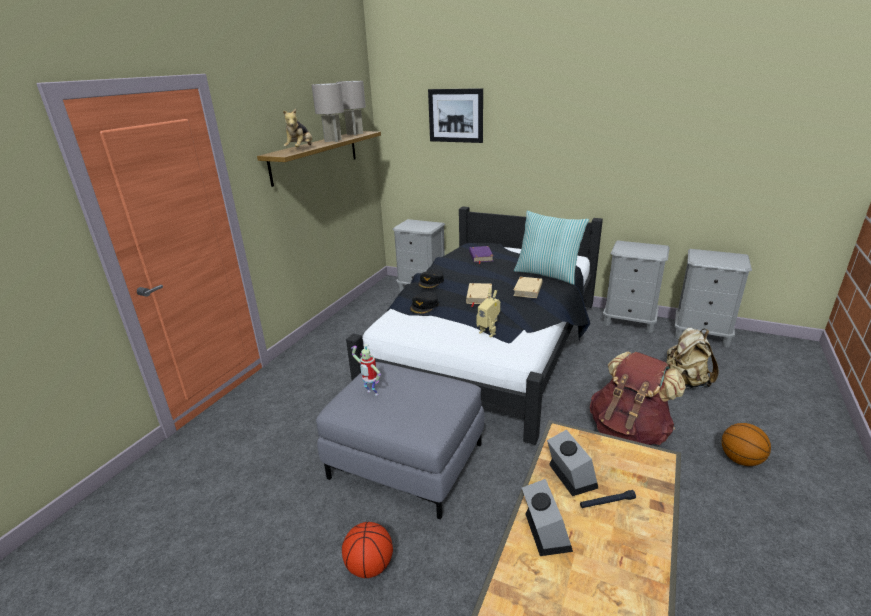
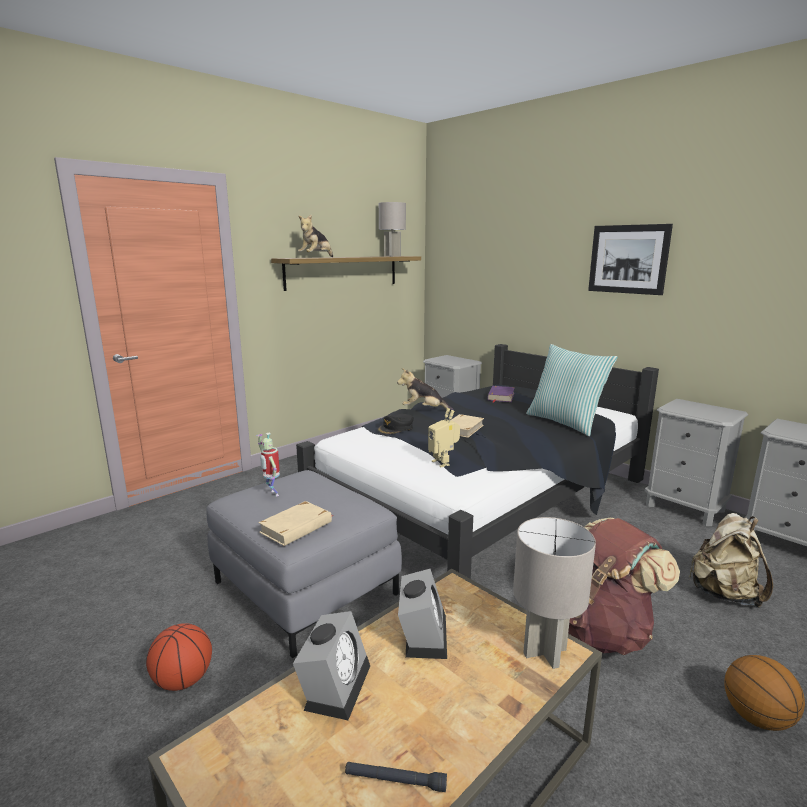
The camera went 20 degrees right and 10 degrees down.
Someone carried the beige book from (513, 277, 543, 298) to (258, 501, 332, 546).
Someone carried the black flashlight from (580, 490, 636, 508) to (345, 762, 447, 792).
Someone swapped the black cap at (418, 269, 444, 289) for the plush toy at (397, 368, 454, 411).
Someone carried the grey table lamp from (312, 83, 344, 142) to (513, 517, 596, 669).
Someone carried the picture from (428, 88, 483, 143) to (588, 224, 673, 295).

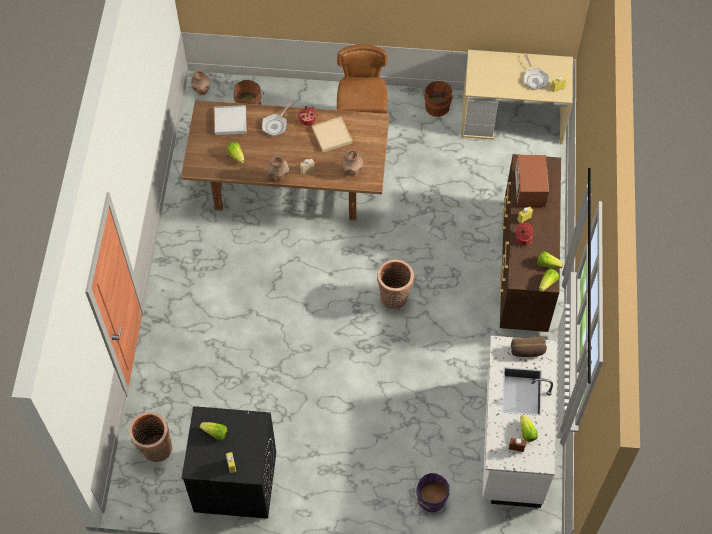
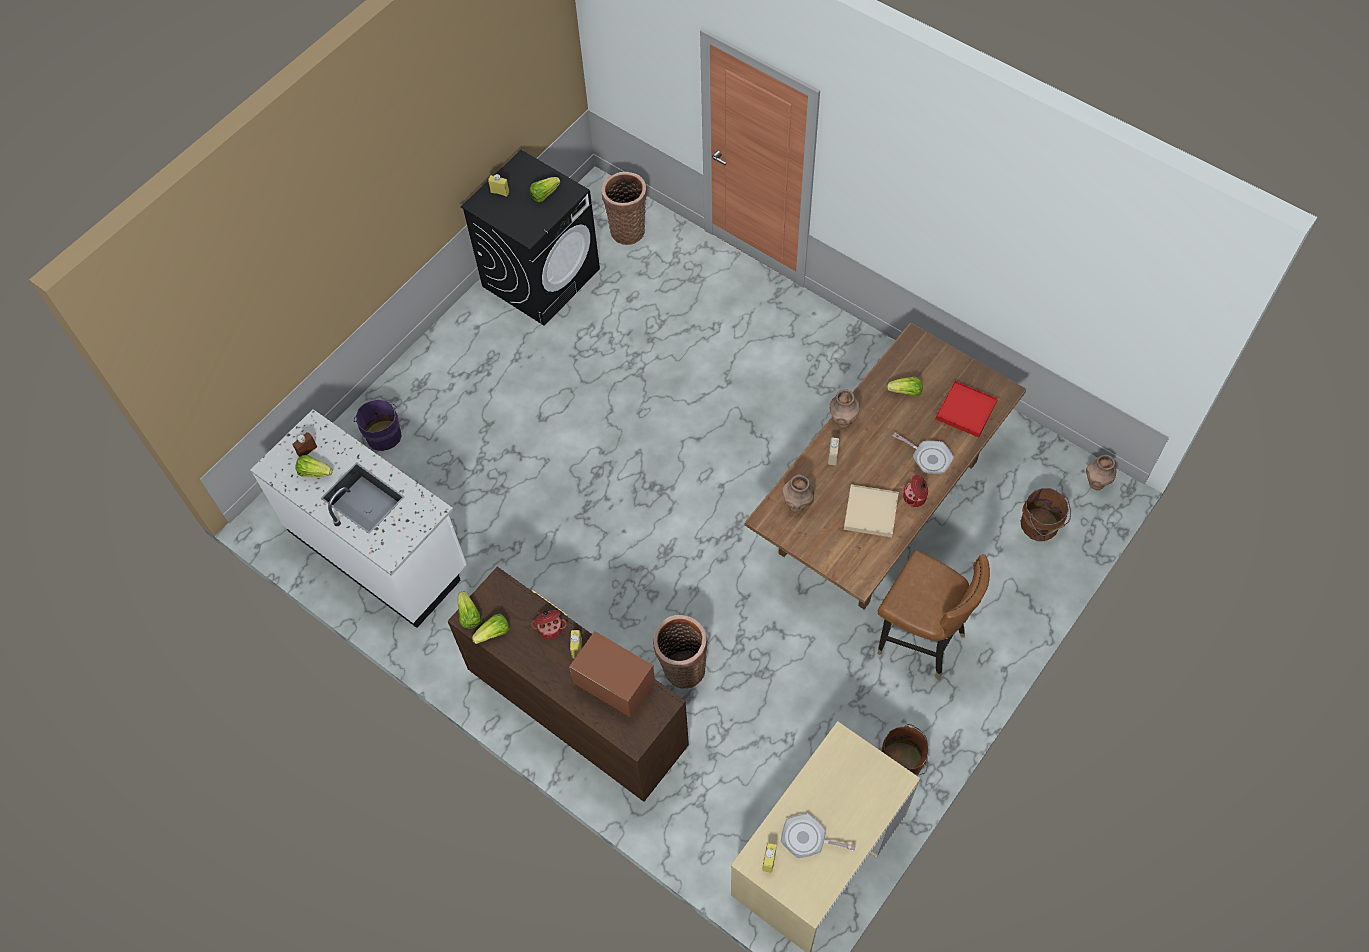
The camera went 125 degrees right and 0 degrees up.
Someone carried the basket from (377, 259, 414, 309) to (653, 615, 707, 689).
Someone rotated the frying pan at (262, 102, 292, 136) by 150 degrees clockwise.
Someone repainted the white tray at (214, 105, 247, 135), which became the red tray at (936, 381, 998, 438).
Someone took away the bread at (511, 337, 547, 357).

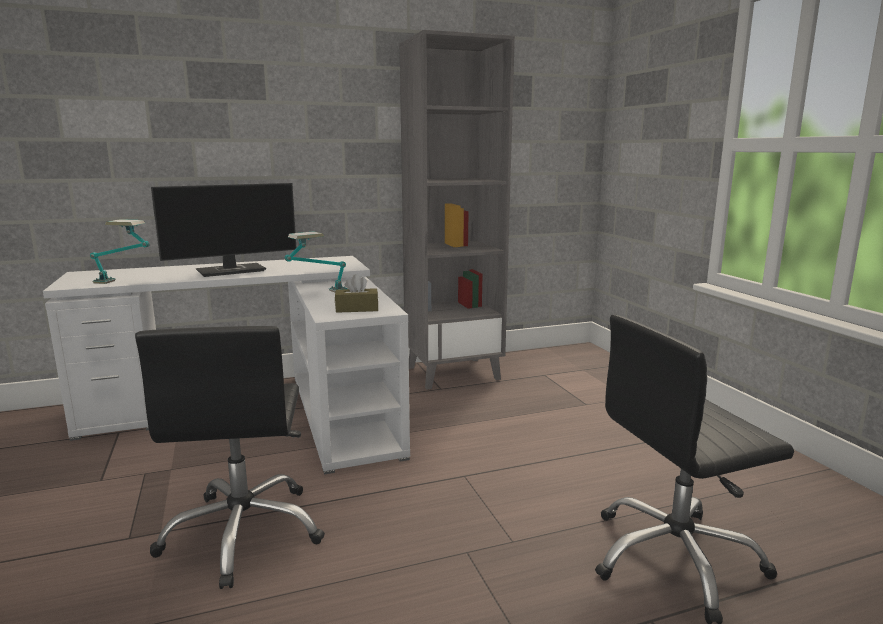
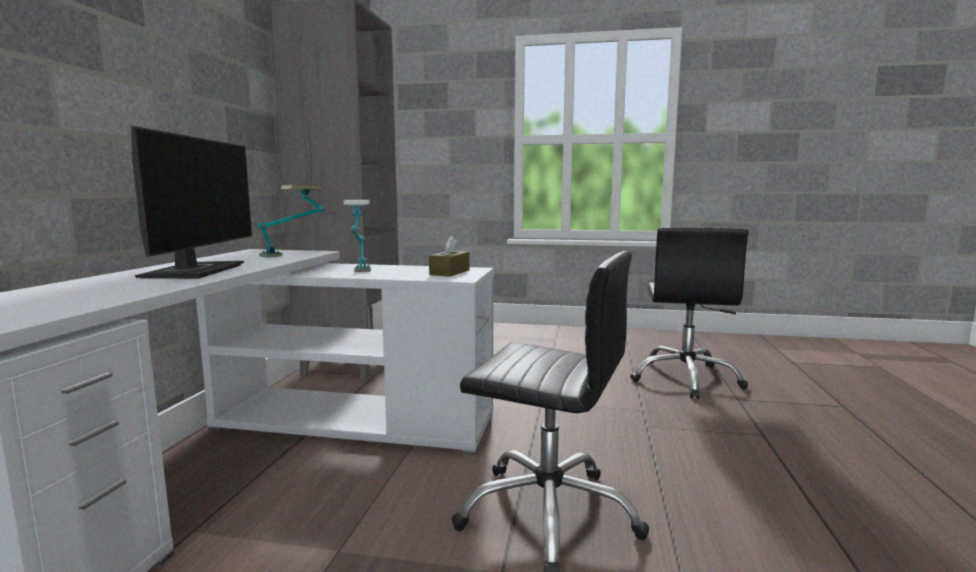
The camera went 60 degrees left and 5 degrees down.
Someone carried the table lamp from (90, 219, 150, 284) to (258, 185, 325, 258).

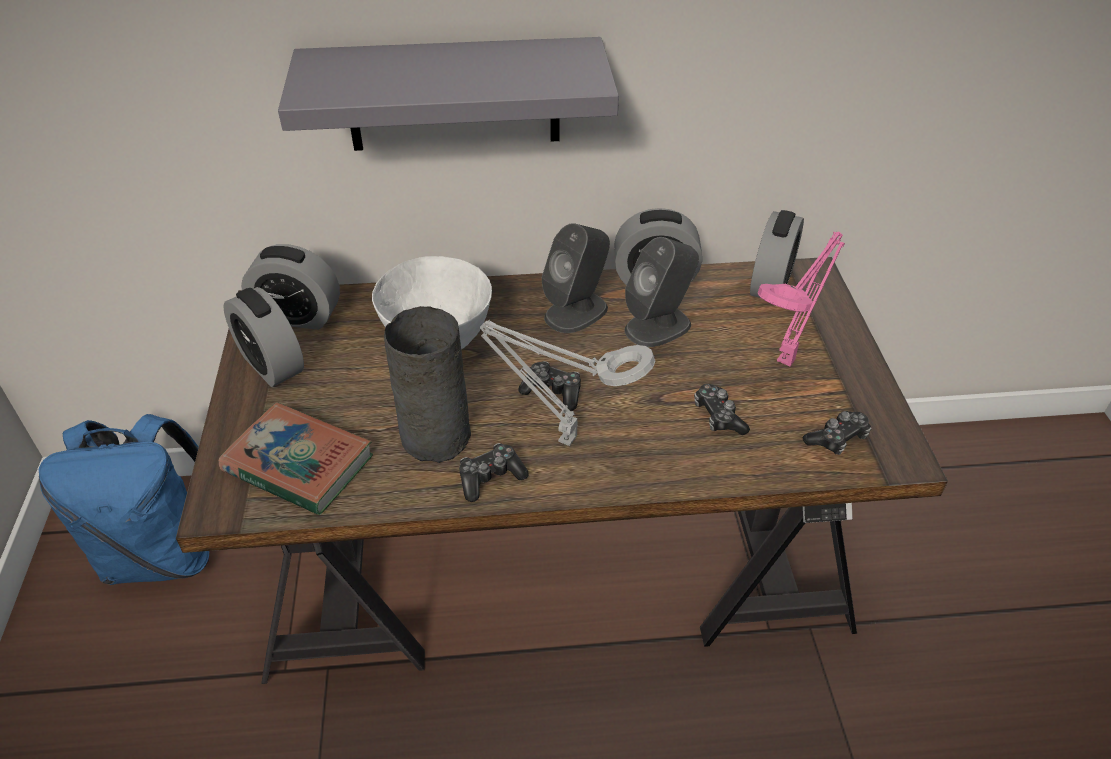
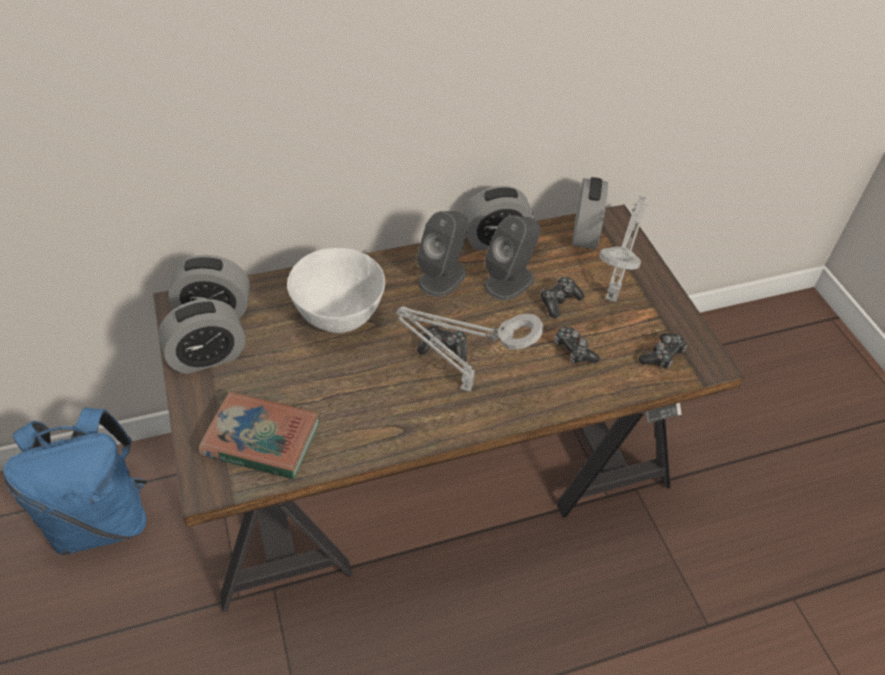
The camera went 15 degrees left and 5 degrees up.
Someone rotated the alarm clock at (223, 287, 304, 387) by 60 degrees counterclockwise.
Someone carried the game controller from (459, 443, 529, 502) to (541, 277, 585, 318).
Someone repainted the pink table lamp at (757, 232, 845, 366), which became the grey table lamp at (599, 196, 647, 302).
Someone took away the grey shelf at (278, 37, 619, 151).
Someone took away the grey vase at (384, 306, 471, 463).

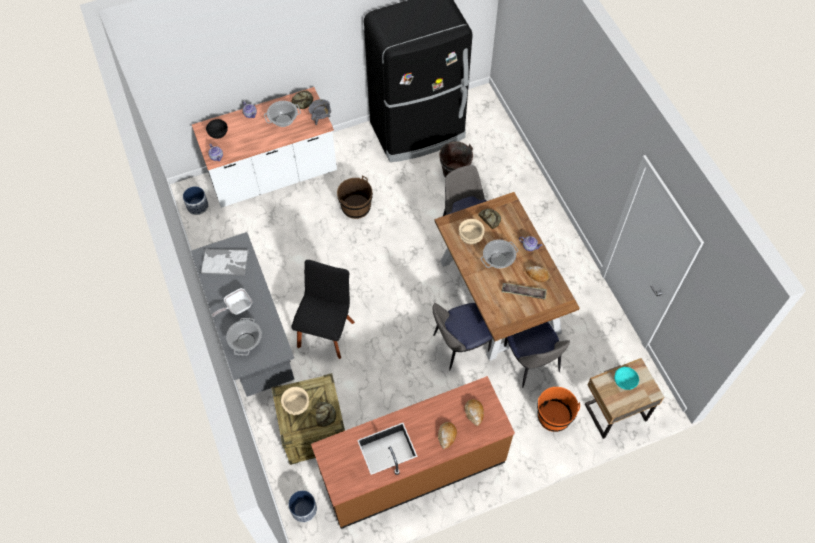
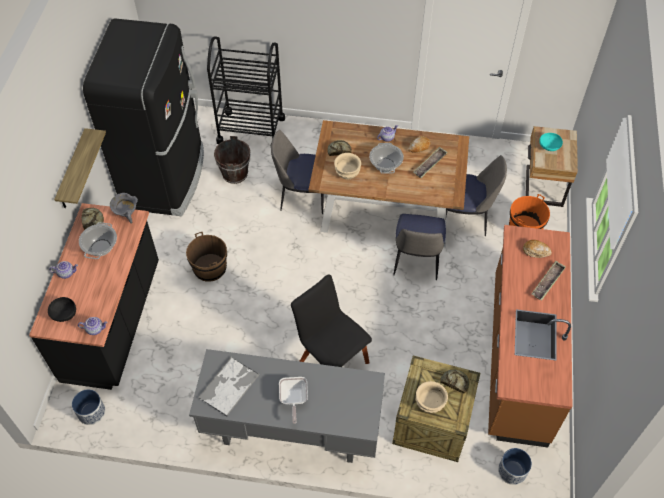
The camera went 60 degrees left and 5 degrees down.
Someone repainted the white counter at (192, 87, 337, 208), which became the black counter at (29, 203, 159, 390).
Someone put up the shelf at (54, 128, 106, 208).
Someone put down the black cart at (207, 36, 285, 144).
Someone swapped the bread at (438, 422, 457, 449) for the tray at (532, 261, 566, 301).
Someone took away the cooking pot at (226, 318, 262, 356).

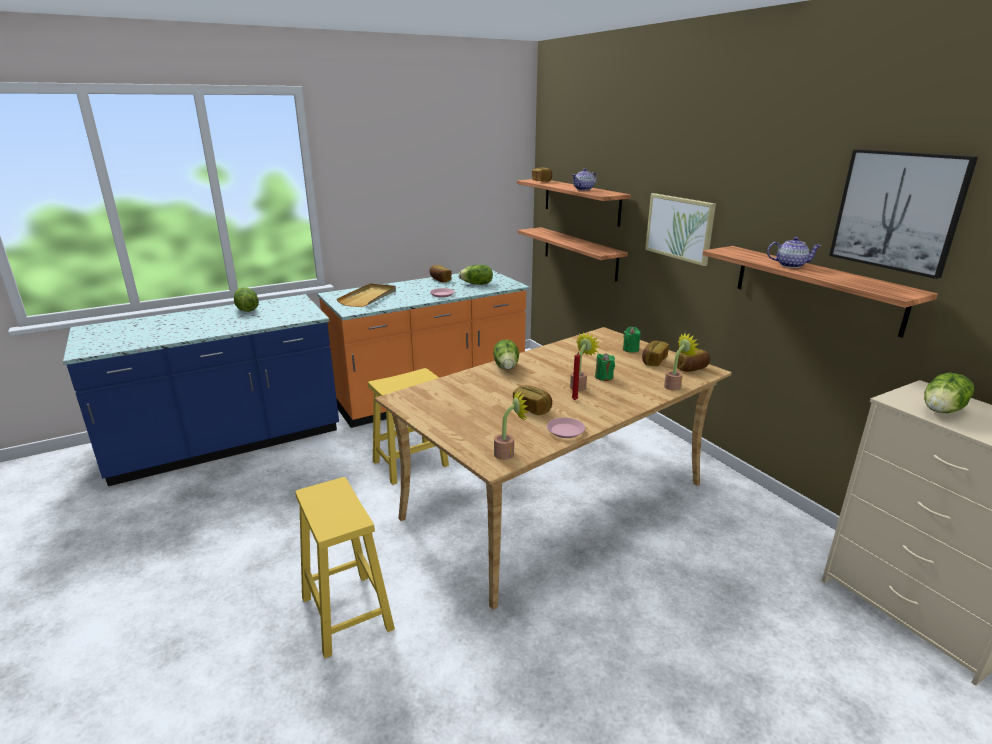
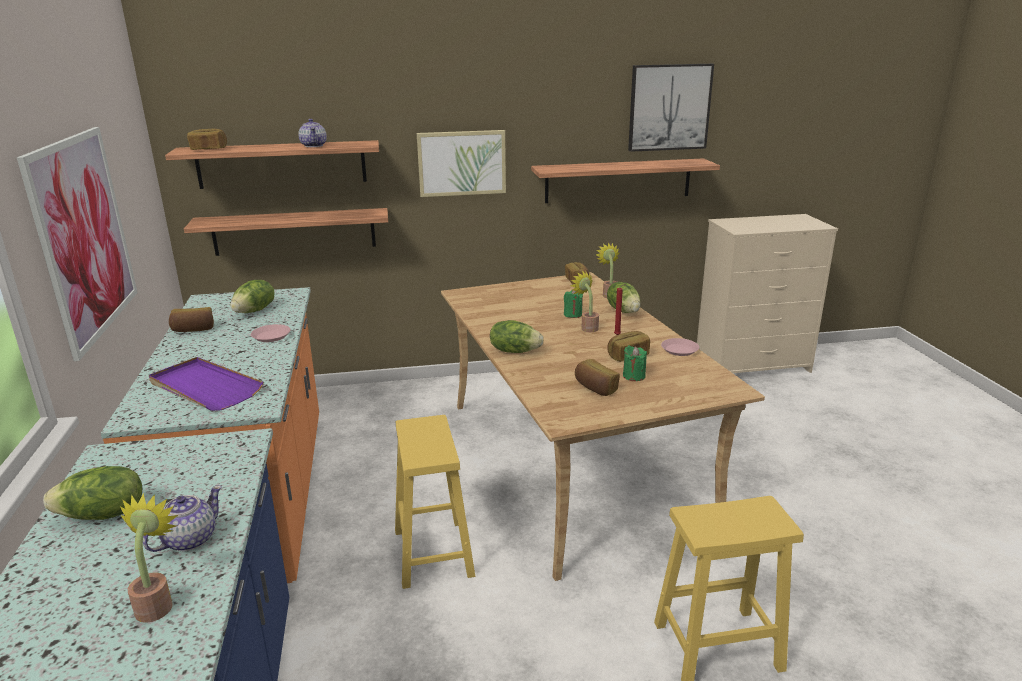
The camera went 70 degrees left and 0 degrees up.
Someone put up the picture at (17, 127, 138, 361).
Someone carried the potted plant from (494, 390, 529, 460) to (120, 493, 178, 623).
Someone carried the teapot from (767, 237, 822, 268) to (143, 485, 222, 552).
Someone repainted the beige tray at (336, 283, 396, 307), which became the purple tray at (149, 357, 263, 411).
Someone carried the bread from (642, 341, 669, 366) to (575, 359, 620, 396).
Someone carried the lettuce from (924, 373, 974, 413) to (607, 282, 641, 313).
Someone carried the green candle from (623, 327, 641, 353) to (623, 346, 647, 381).

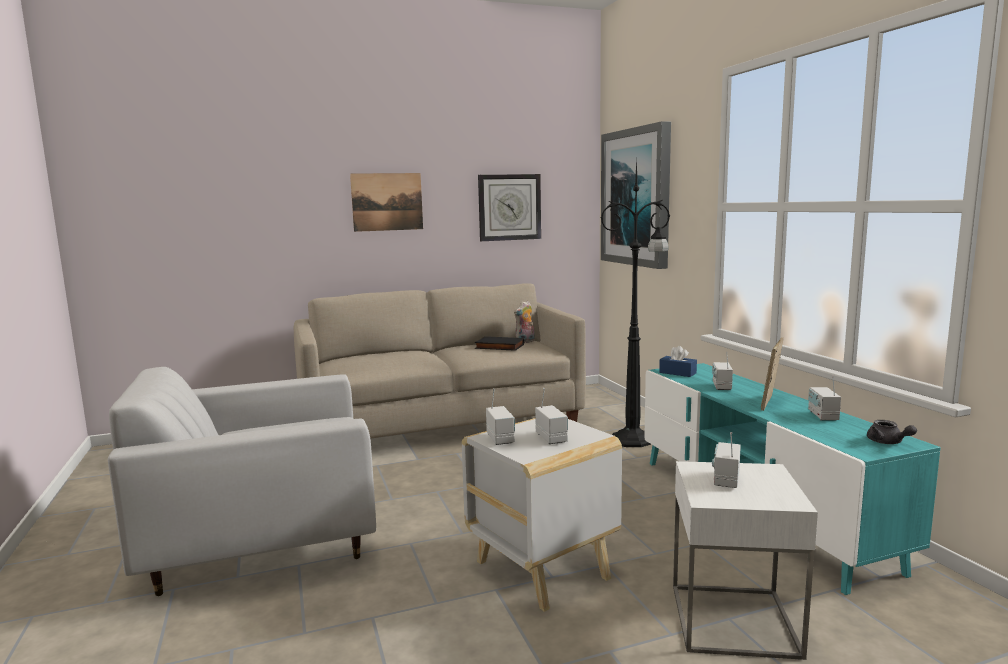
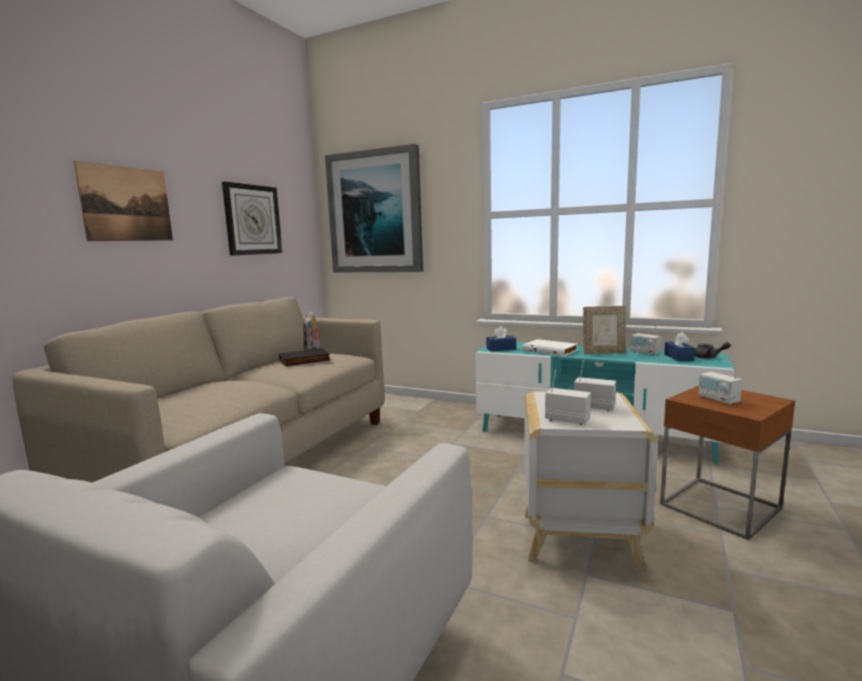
The camera went 45 degrees left and 0 degrees up.
Someone swapped the radio at (712, 352, 733, 390) for the white book at (523, 339, 578, 356).
Someone rotated the picture frame at (761, 337, 784, 411) by 75 degrees counterclockwise.
Someone repainted the white side table at (673, 461, 818, 660), which became the brown side table at (660, 386, 795, 540).
Someone put down the blue tissue box at (665, 332, 695, 361).
Someone took away the black floor lamp at (601, 160, 670, 447).

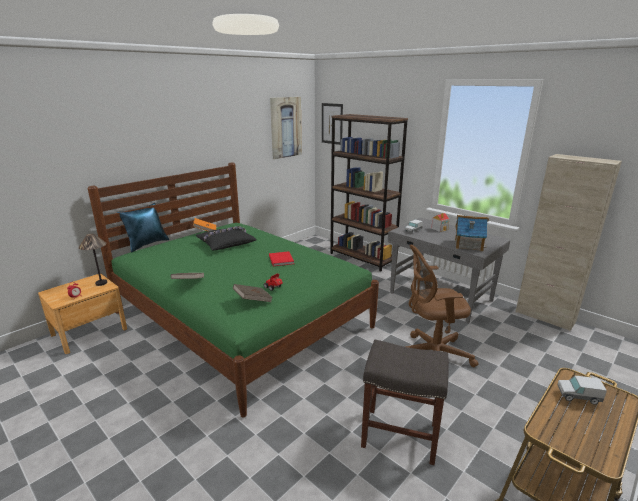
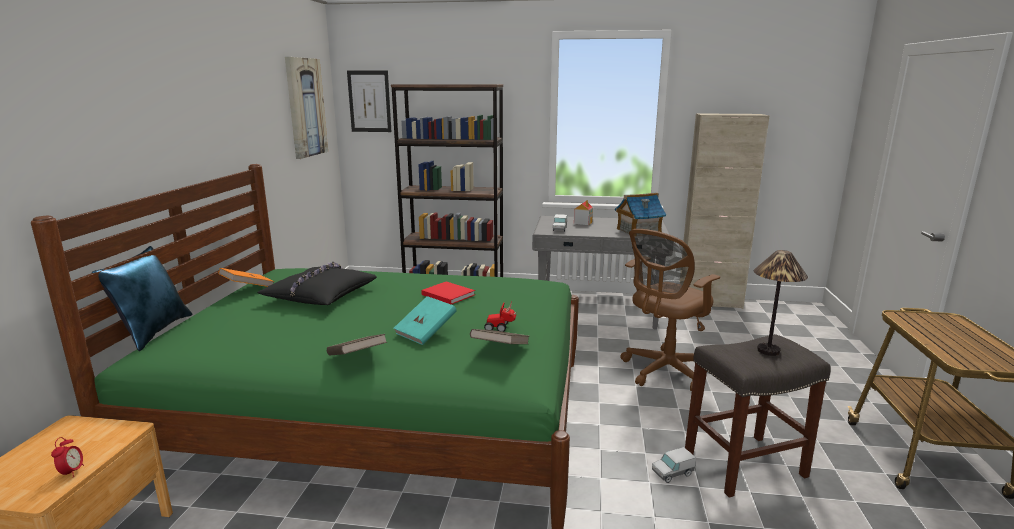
The camera went 35 degrees left and 5 degrees down.
Someone put down the turquoise book at (393, 296, 457, 345).
Someone carried the toy truck from (558, 376, 607, 405) to (652, 447, 696, 483).
Someone carried the table lamp from (79, 233, 107, 286) to (754, 250, 808, 356).

